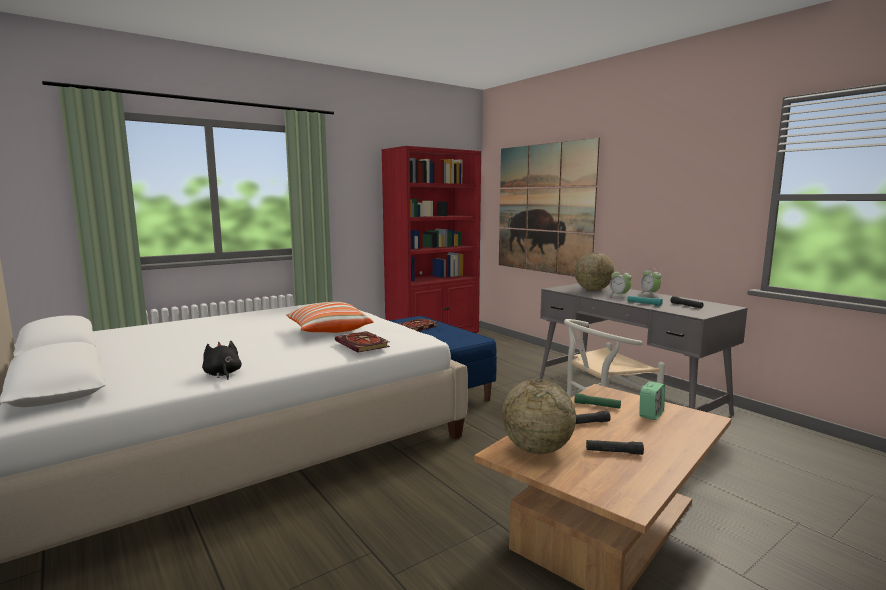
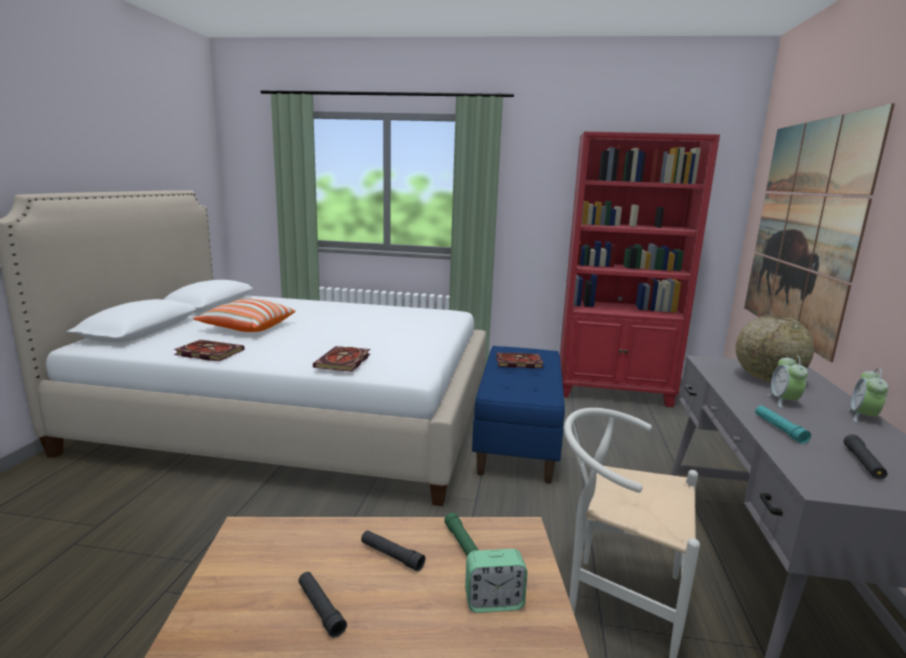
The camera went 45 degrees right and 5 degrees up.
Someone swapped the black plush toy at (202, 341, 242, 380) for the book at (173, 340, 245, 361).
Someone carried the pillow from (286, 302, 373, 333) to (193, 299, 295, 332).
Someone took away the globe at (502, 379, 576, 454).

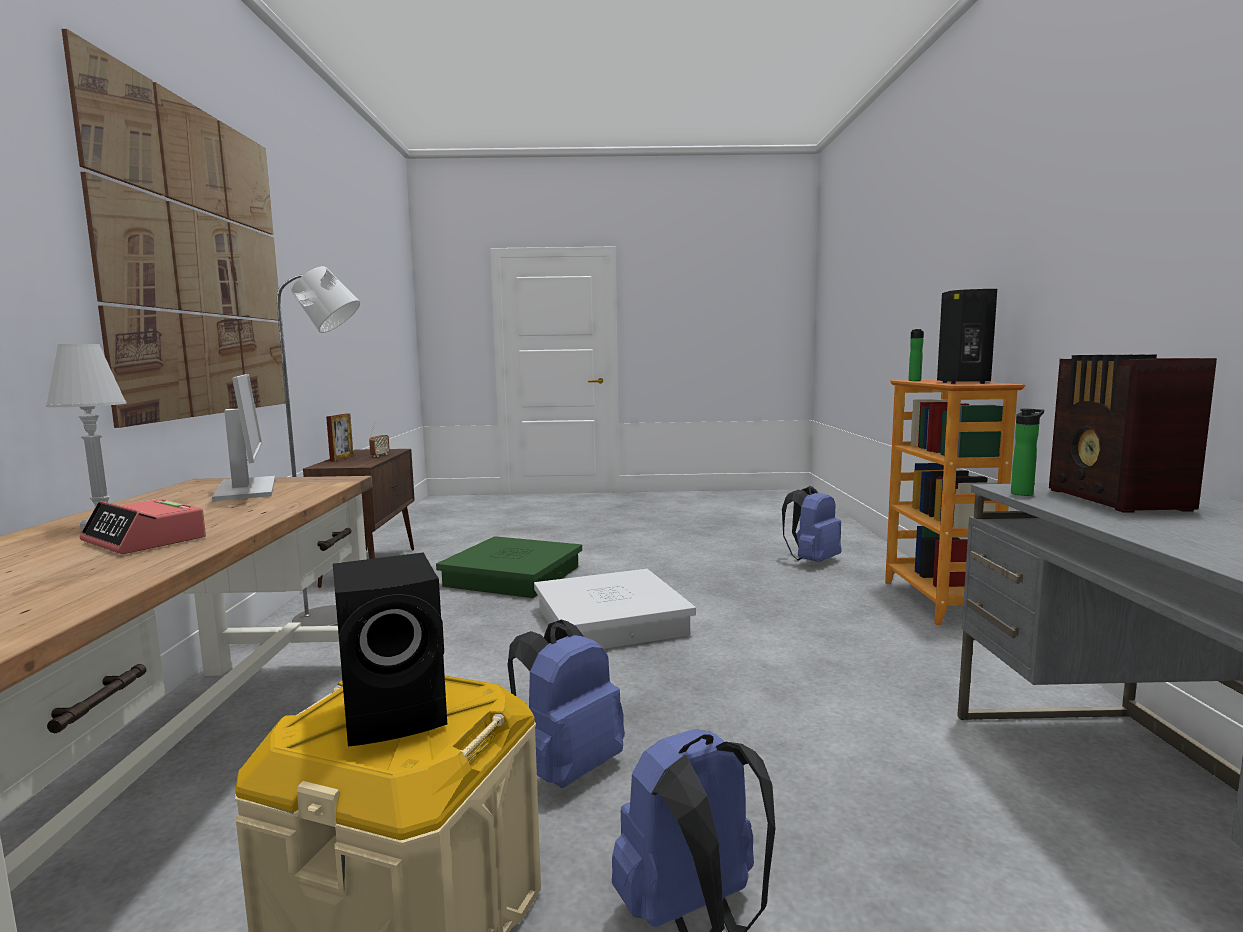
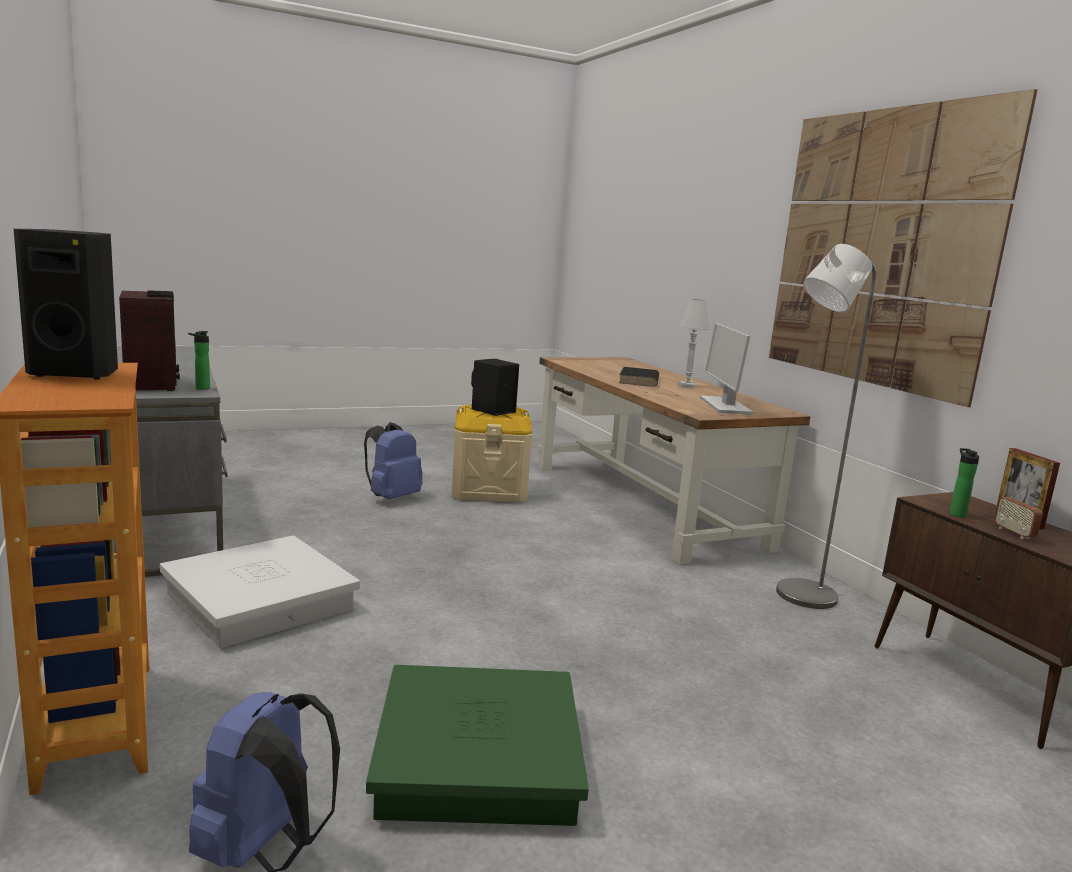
The camera went 155 degrees right and 5 degrees up.
Someone carried the white storage box from (534, 569, 696, 649) to (160, 536, 360, 648).
Someone carried the green storage box from (436, 536, 582, 598) to (366, 665, 589, 826).
Someone swapped the alarm clock at (80, 499, 206, 554) for the black book at (619, 367, 659, 387).
Someone rotated the monitor at (212, 374, 275, 501) by 45 degrees clockwise.
Someone carried the bottle from (908, 329, 924, 381) to (949, 448, 979, 518).
Someone took away the blue backpack at (507, 620, 625, 788).

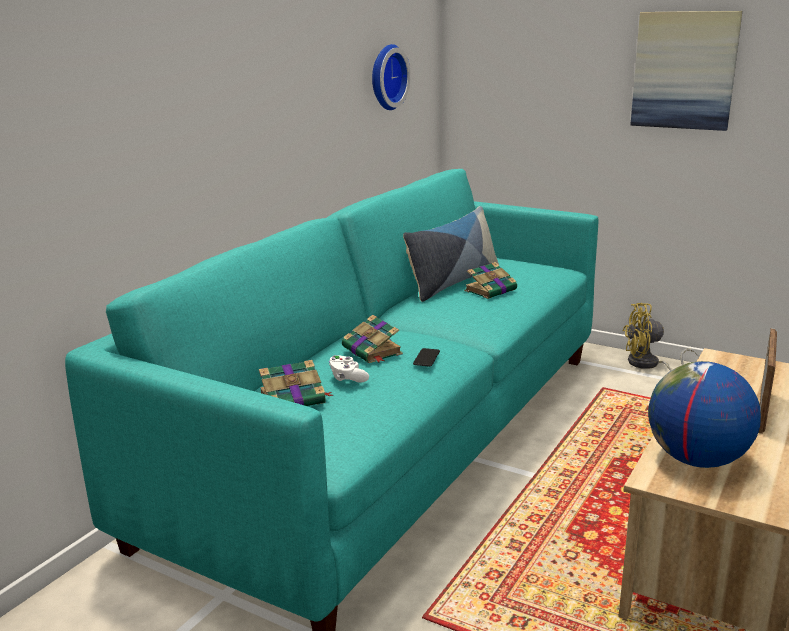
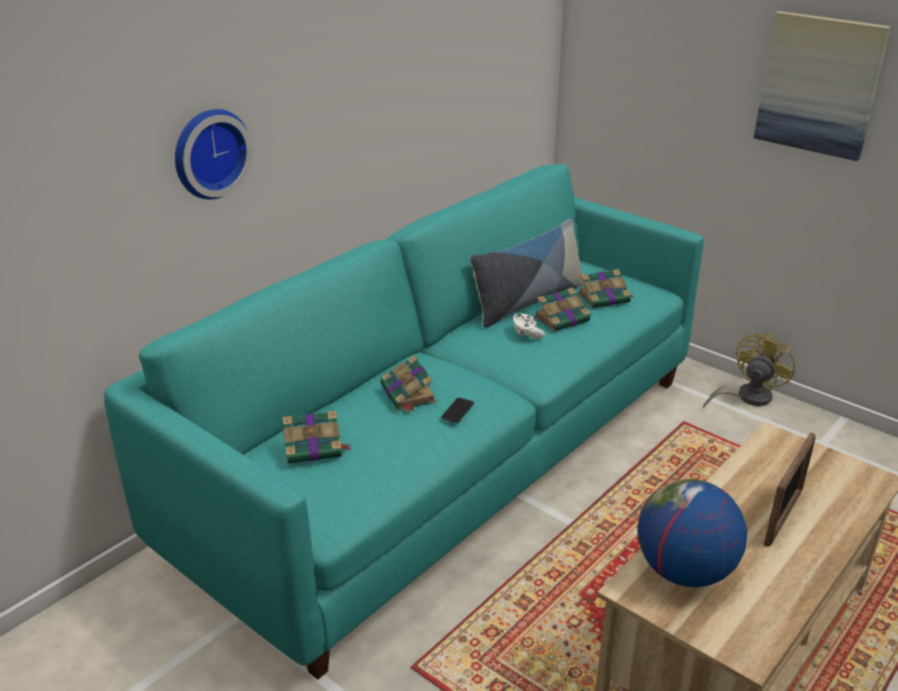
The camera went 10 degrees right and 10 degrees up.
Someone carried the wall clock from (372, 44, 411, 110) to (175, 109, 253, 200).
Someone carried the white game controller from (329, 355, 369, 383) to (513, 313, 545, 339).
Someone put down the book at (578, 269, 635, 308).
Someone rotated the yellow fan at (622, 303, 700, 371) by 120 degrees clockwise.

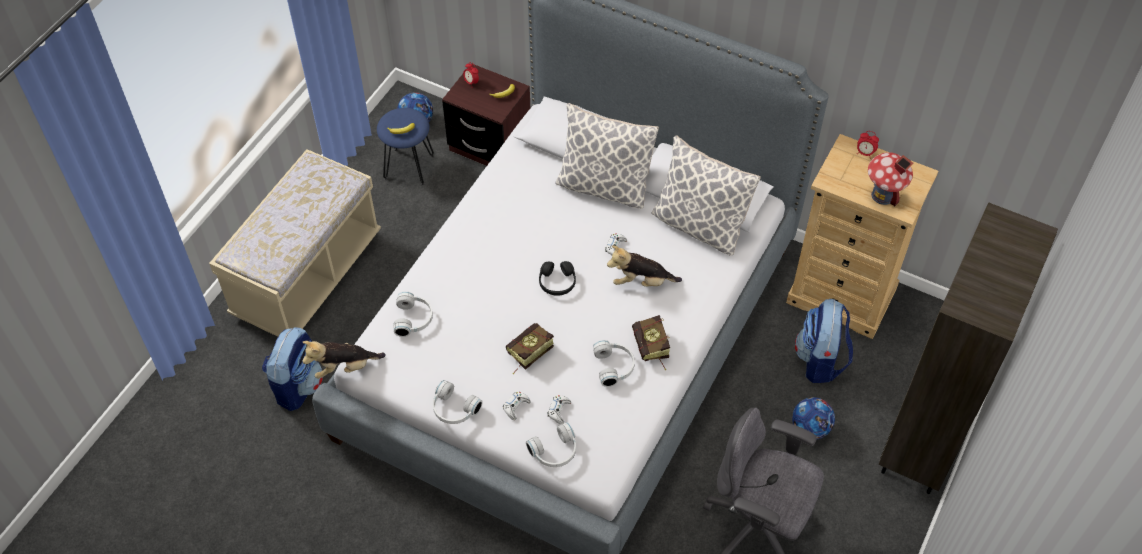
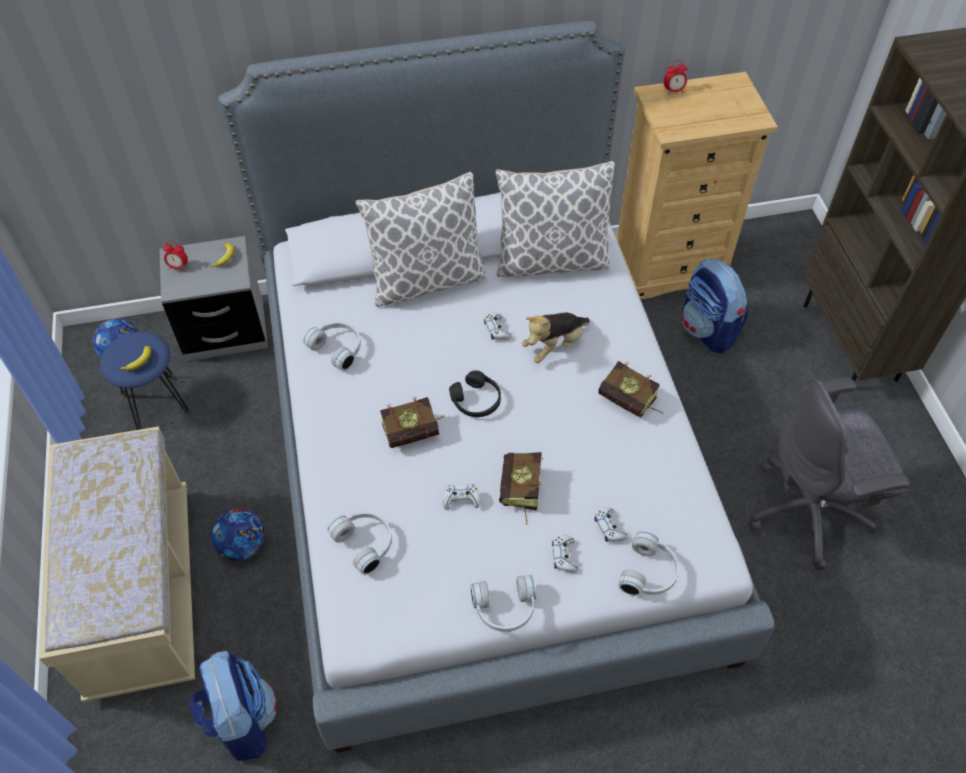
The camera went 40 degrees left and 0 degrees up.
Someone repainted the brown nightstand at (442, 63, 530, 166), which became the grey nightstand at (159, 236, 268, 361).
Someone carried the football from (792, 397, 835, 439) to (211, 508, 264, 561).
Someone carried the white headphones from (593, 340, 635, 387) to (303, 322, 361, 371).
Someone put down the book at (380, 397, 444, 448).
Someone put down the white game controller at (443, 484, 480, 510).
Someone took away the plush toy at (302, 341, 386, 379).
Someone took away the toy house at (868, 152, 914, 206).

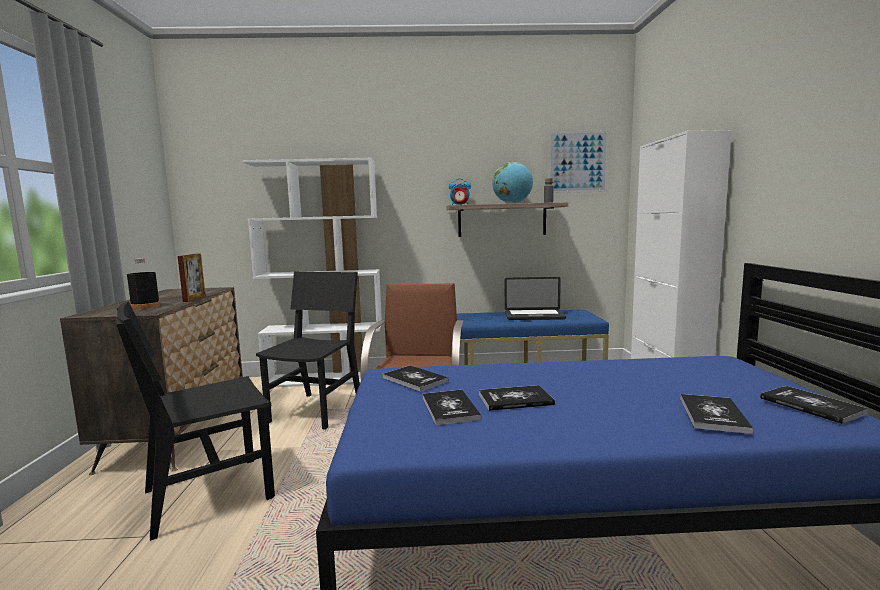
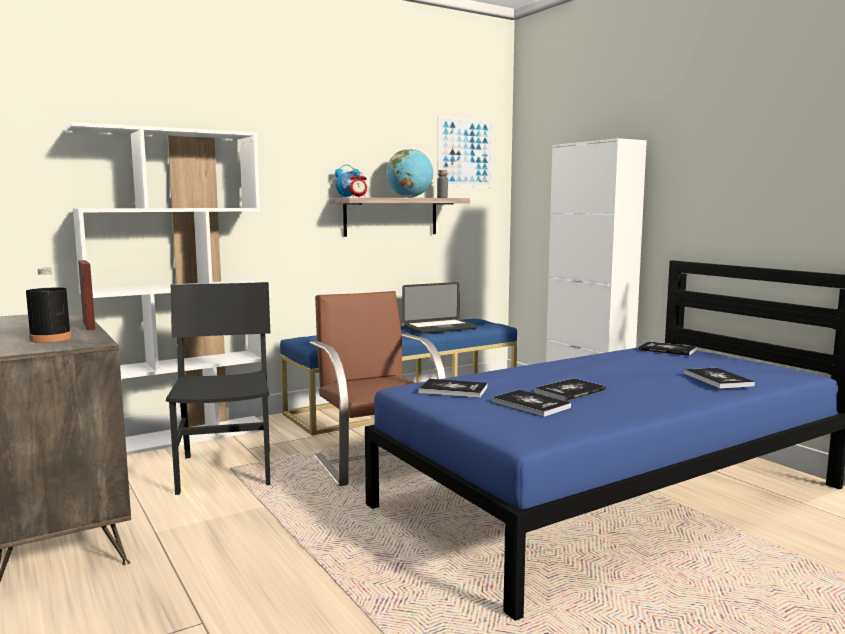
The camera went 30 degrees left and 0 degrees up.
Someone carried the book from (760, 386, 868, 424) to (639, 341, 697, 356).
Someone took away the black chair at (116, 302, 275, 541).

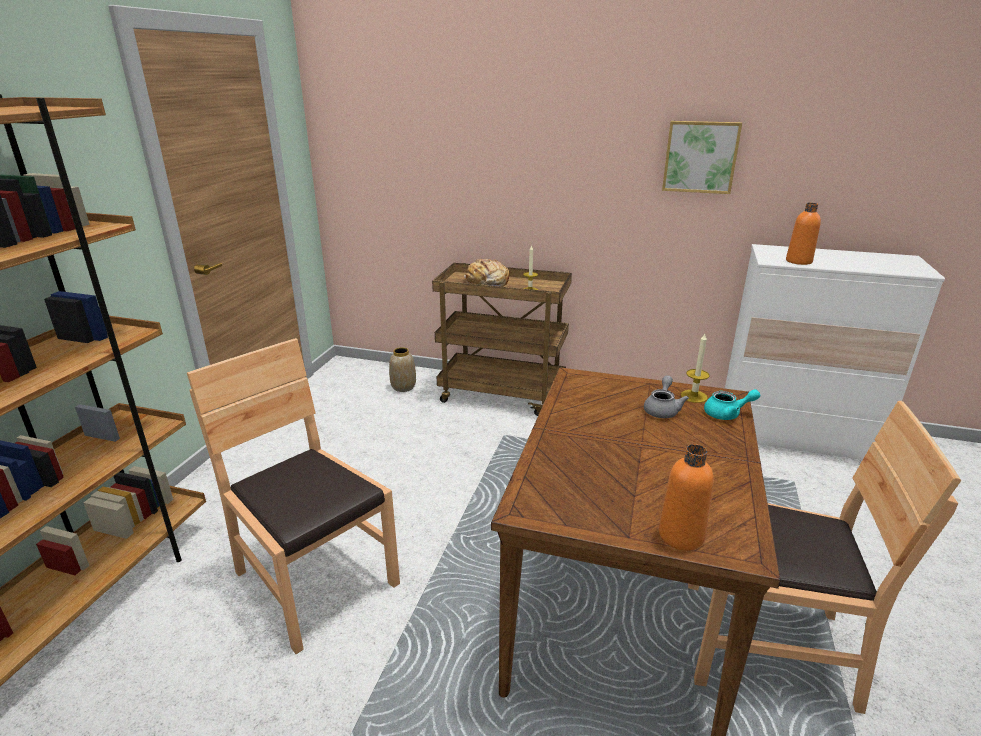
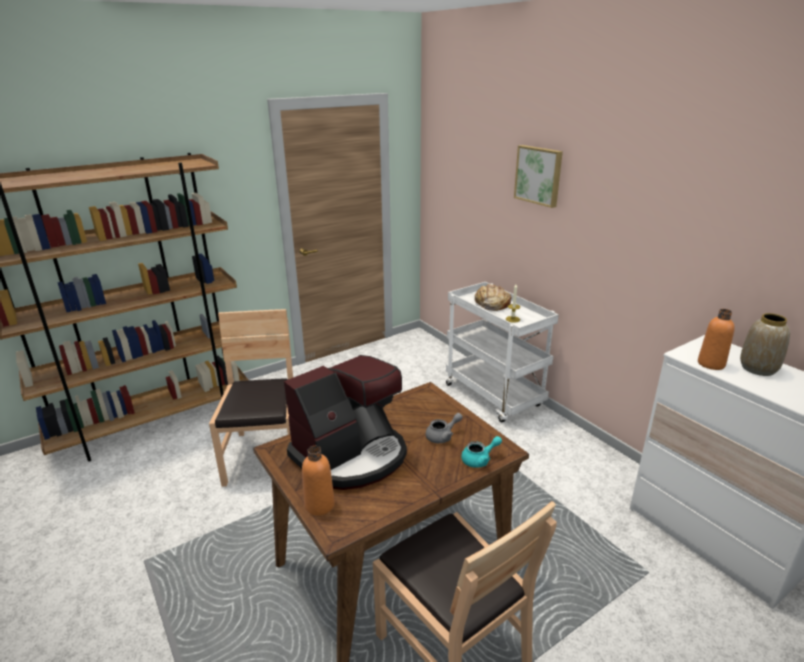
The camera went 40 degrees right and 0 degrees up.
Someone put down the coffee machine at (284, 355, 407, 490).
Someone repainted the brown cart at (432, 263, 572, 416), which became the white cart at (446, 282, 559, 423).
Someone rotated the turquoise teapot at (704, 389, 760, 420) by 60 degrees counterclockwise.
Someone carried the picture from (662, 121, 742, 194) to (514, 145, 563, 208).
Someone carried the vase from (389, 347, 416, 392) to (740, 313, 790, 376).
Someone took away the candle at (681, 334, 710, 403).

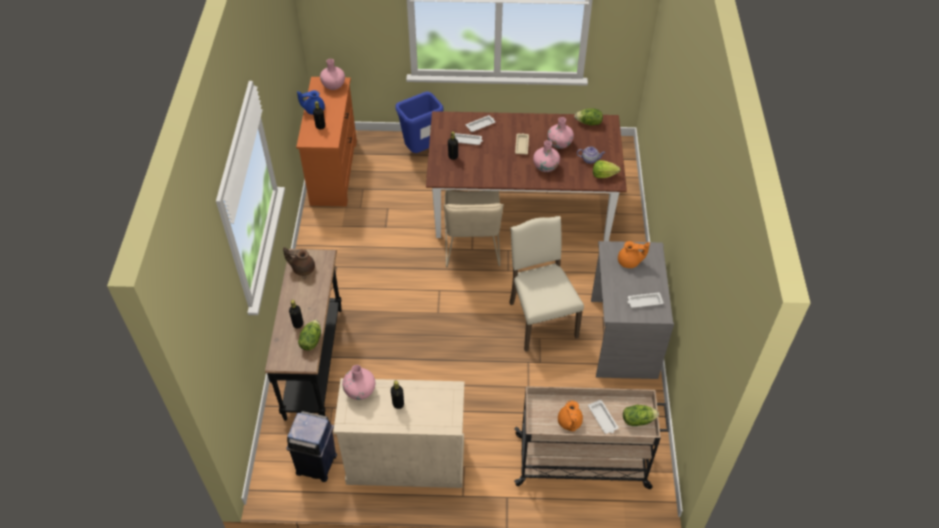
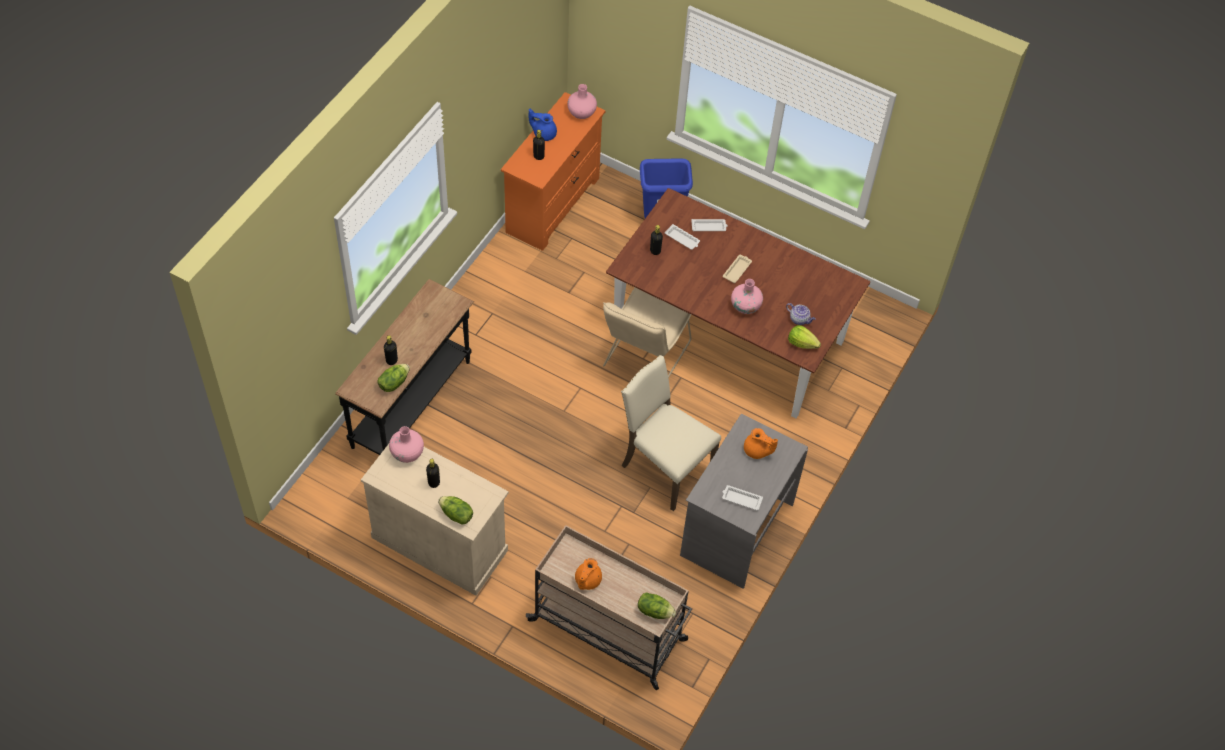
The camera went 25 degrees right and 5 degrees up.
Someone carried the lettuce from (574, 109, 603, 125) to (438, 496, 473, 525).
Someone rotated the beige chair at (509, 216, 584, 352) by 60 degrees counterclockwise.
Someone took away the brown teapot at (283, 247, 315, 276).
Someone took away the blue trash can at (286, 411, 337, 482).
Someone took away the pink vase at (547, 117, 574, 149).
Someone took away the white tray at (588, 400, 619, 434).

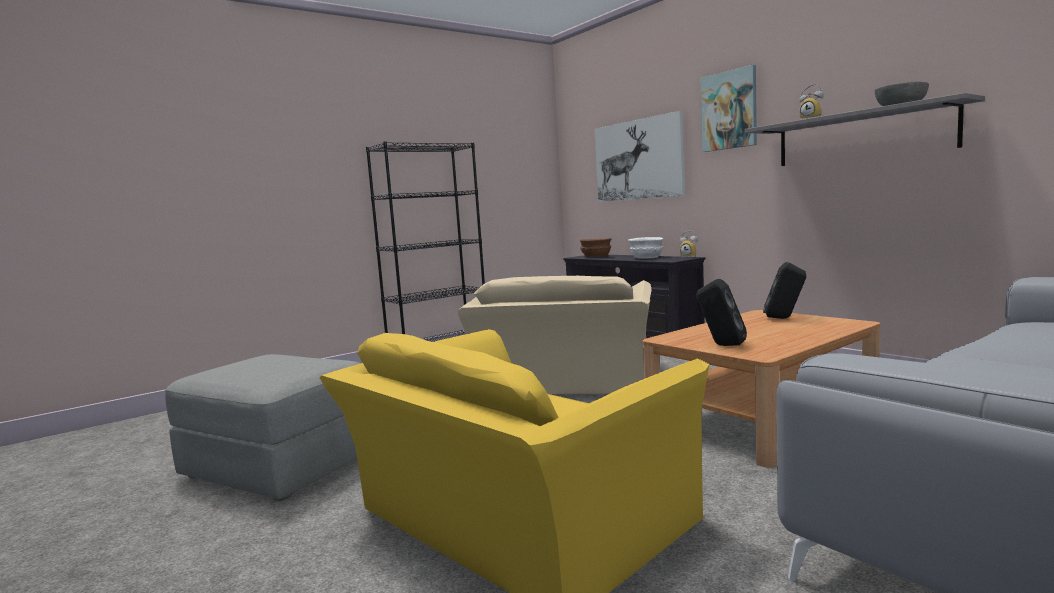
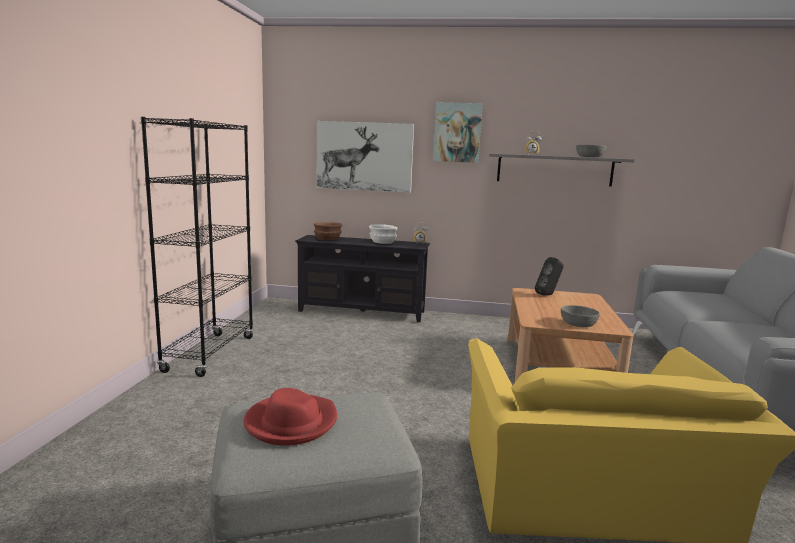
The camera went 45 degrees left and 5 degrees up.
Someone put down the red hat at (244, 388, 337, 446).
Someone swapped the black speaker at (697, 279, 747, 346) for the grey bowl at (561, 305, 600, 327).
Someone took away the beige armchair at (458, 276, 652, 394).

